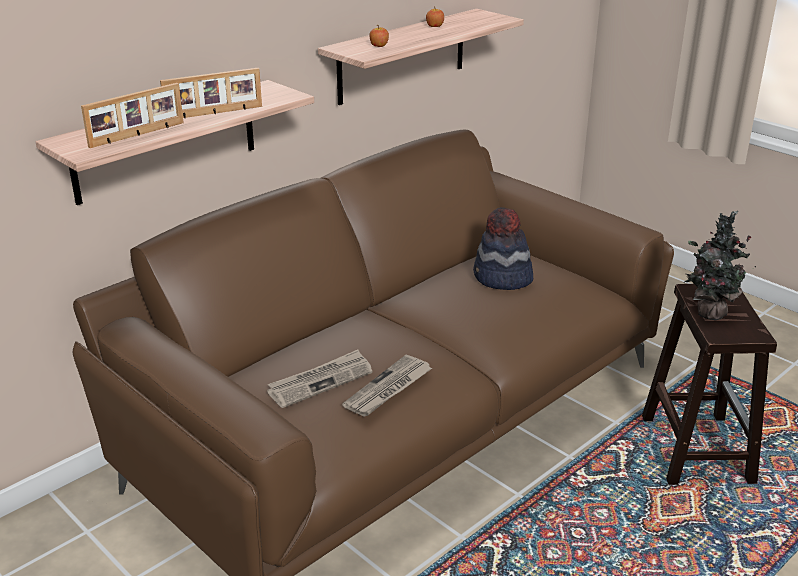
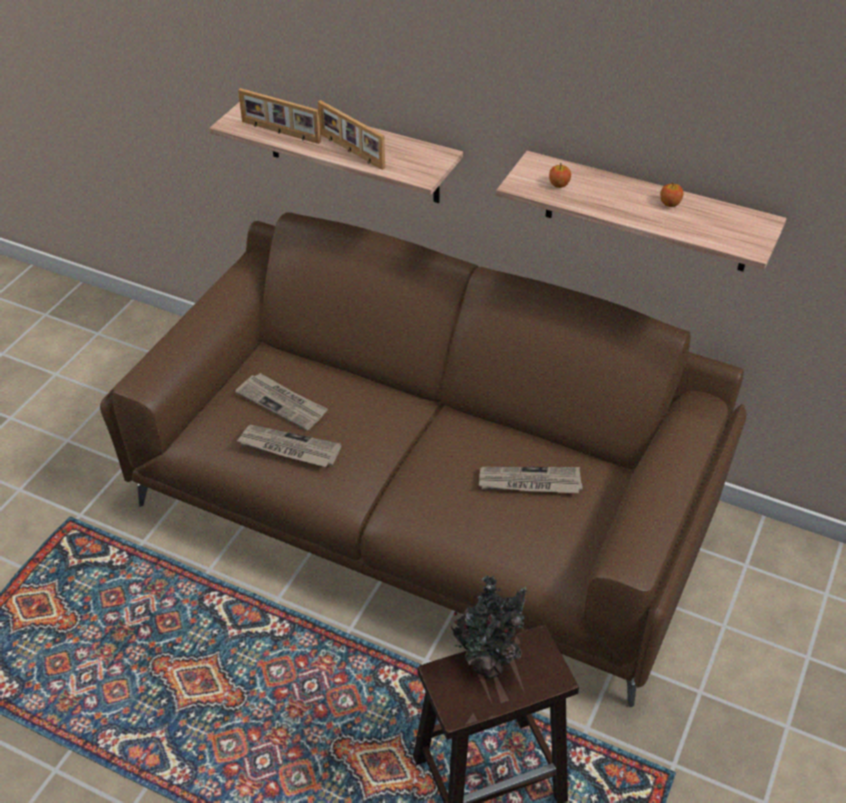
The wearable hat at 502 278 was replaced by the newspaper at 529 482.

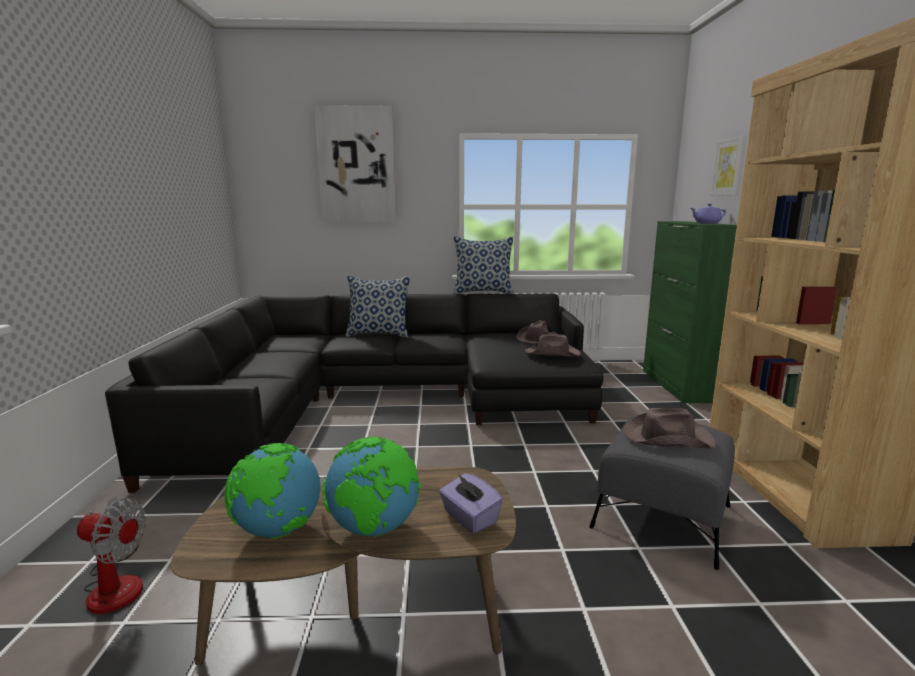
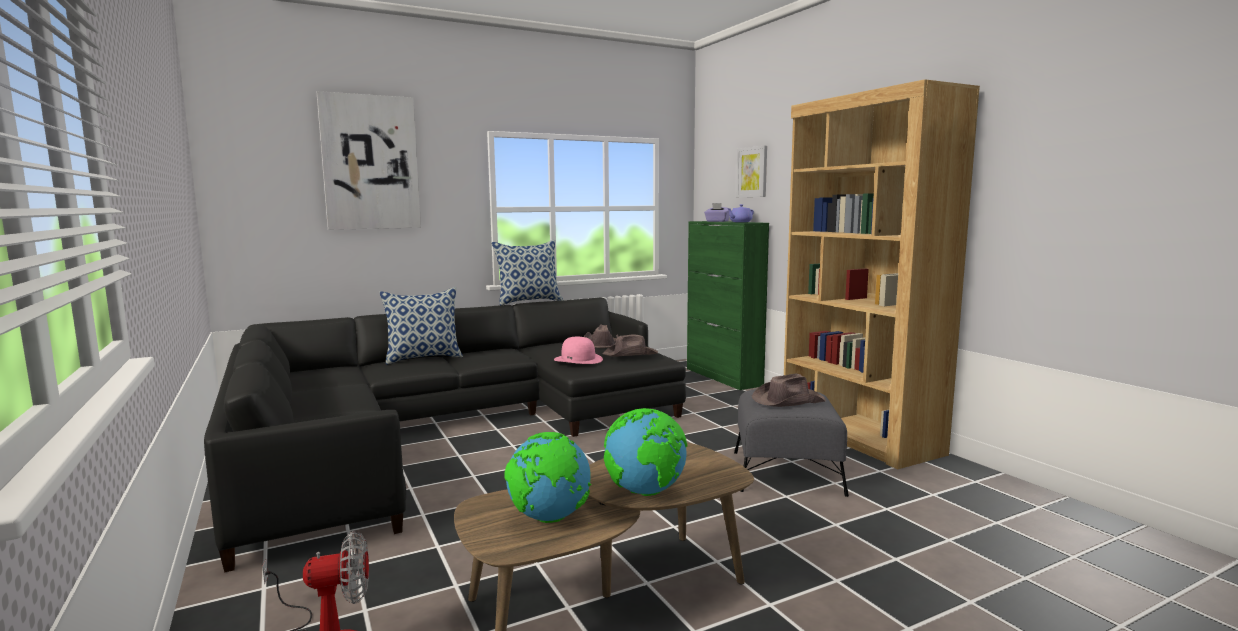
The tissue holder (purplish) moved from 469 518 to 717 221.
The wearable hat (pinkish) at 578 359 appeared.

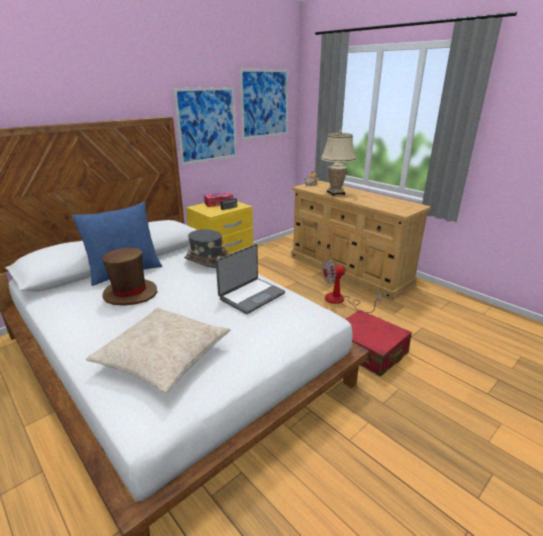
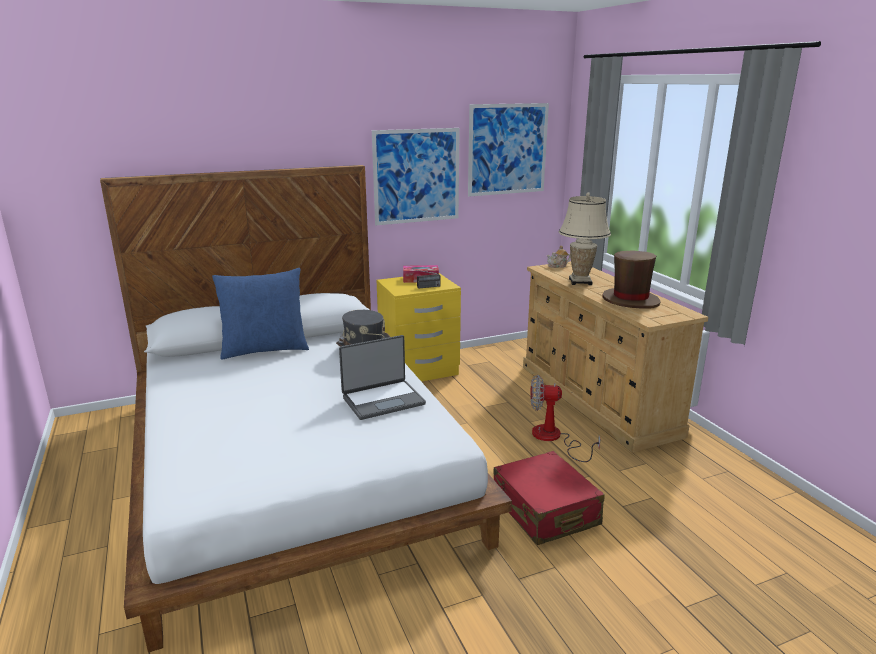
The throw pillow (beige) at 163 356 disappeared.
The wearable hat (brown-coloured) moved from 130 293 to 630 300.

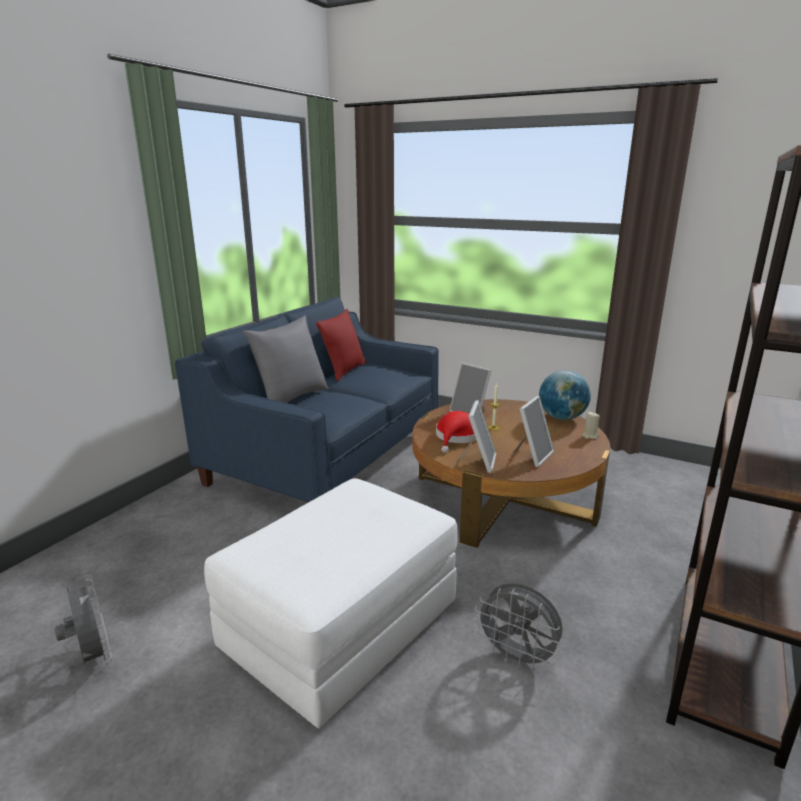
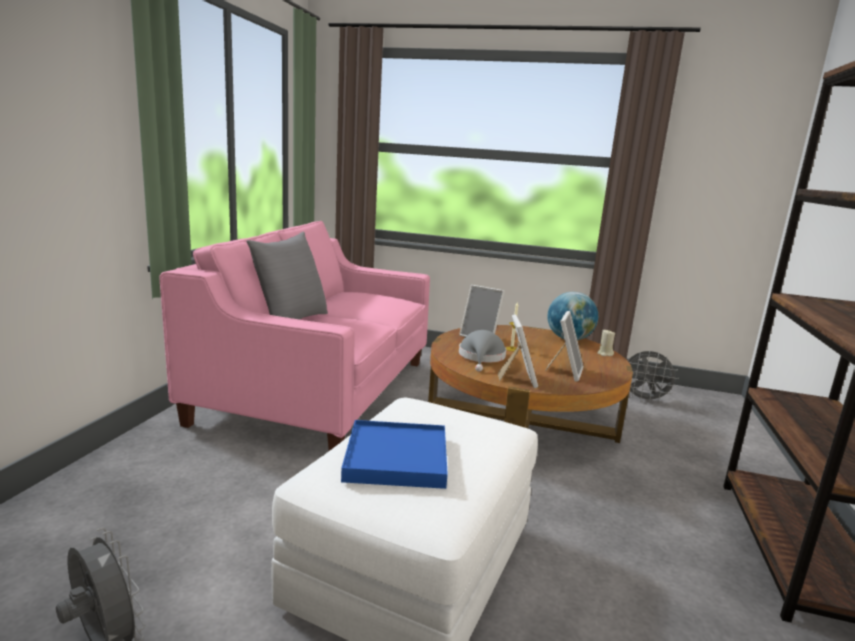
The couch (blue) at 327 456 became the couch (pinkish) at 319 390.
The throw pillow (reddish) at 344 371 disappeared.
The wearable hat (reddish) at 457 437 became the wearable hat (gray) at 481 357.
The electric fan (gray) moved from 517 657 to 644 399.
The serving tray (blue) at 396 458 appeared.

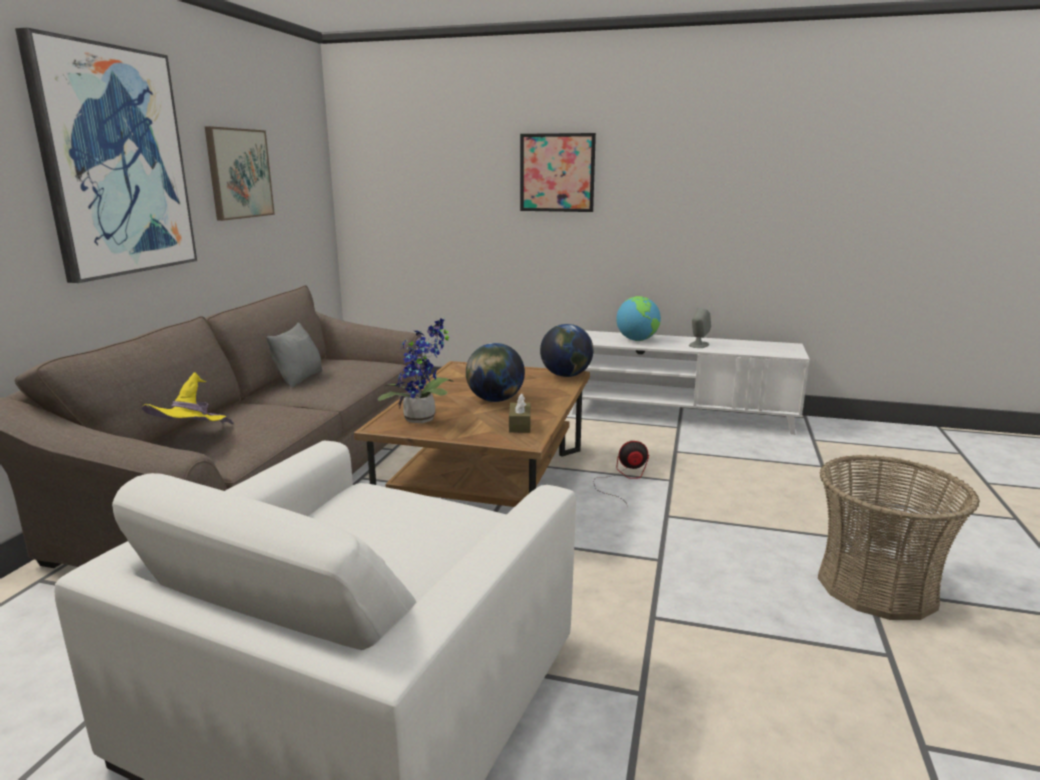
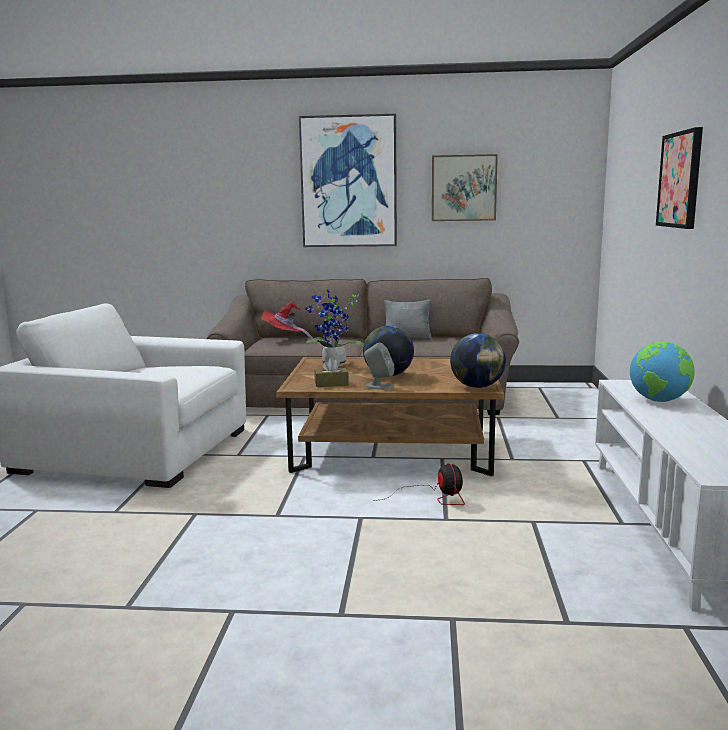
The wearable hat (yellowish) at 193 440 became the wearable hat (reddish) at 284 339.
The audio speaker (gray) moved from 698 345 to 379 386.
The household basket at 876 586 disappeared.

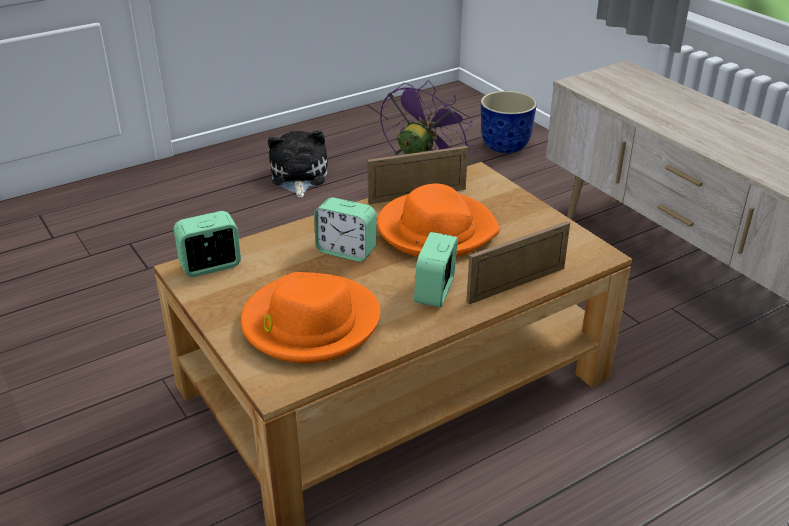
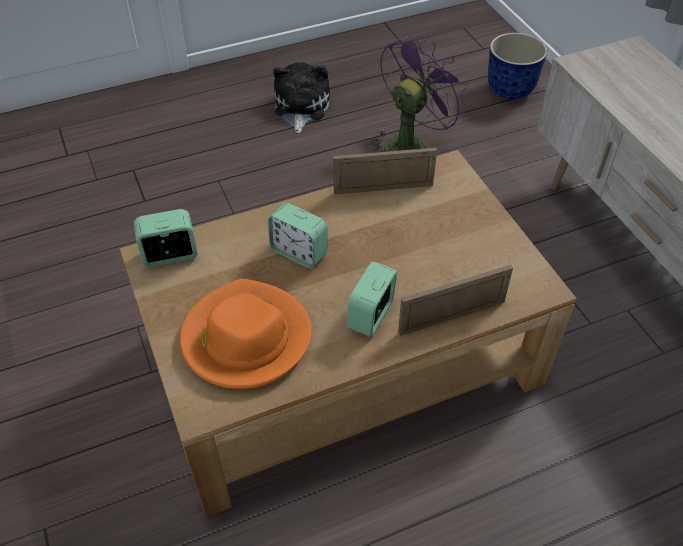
The wearable hat (orange-coloured) at 436 229 disappeared.

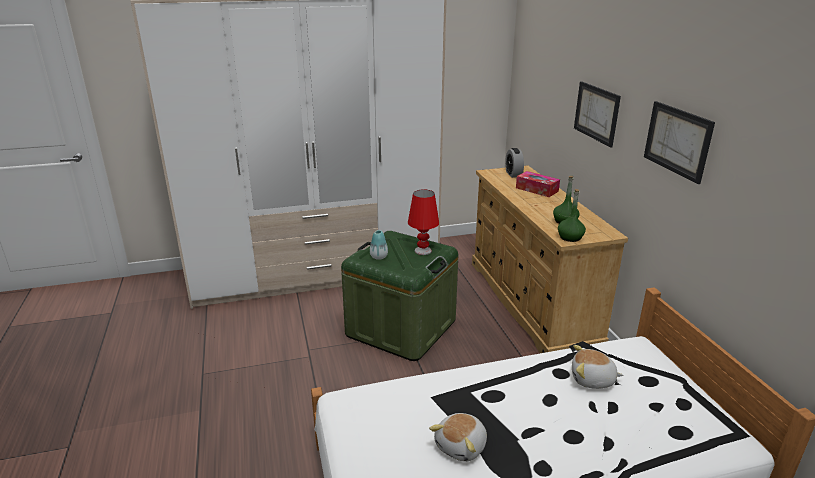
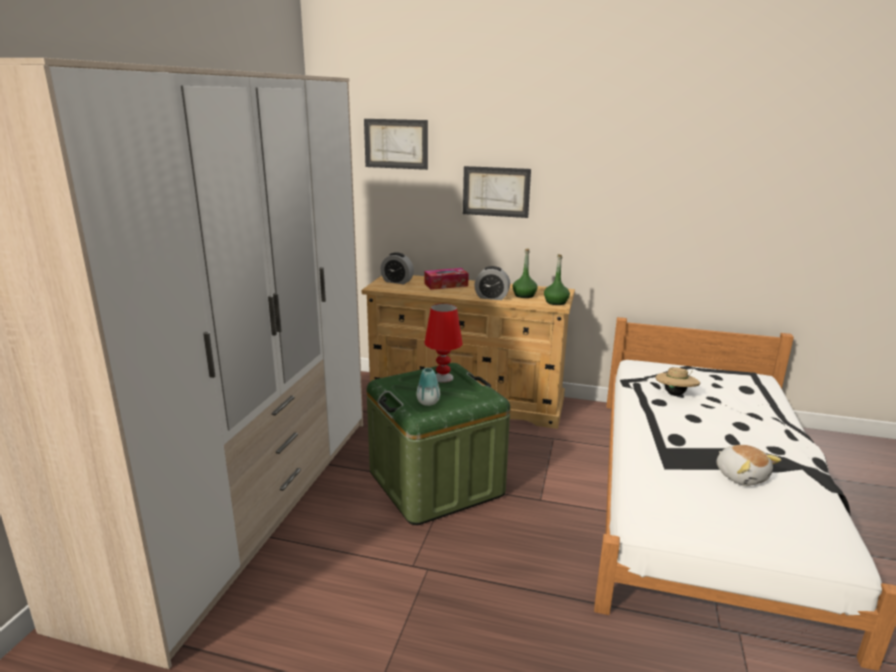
The cuddly toy at 592 380 was replaced by the wearable hat (beige) at 675 394.
The picture moved from 677 140 to 396 144.
The alarm clock at 491 297 appeared.

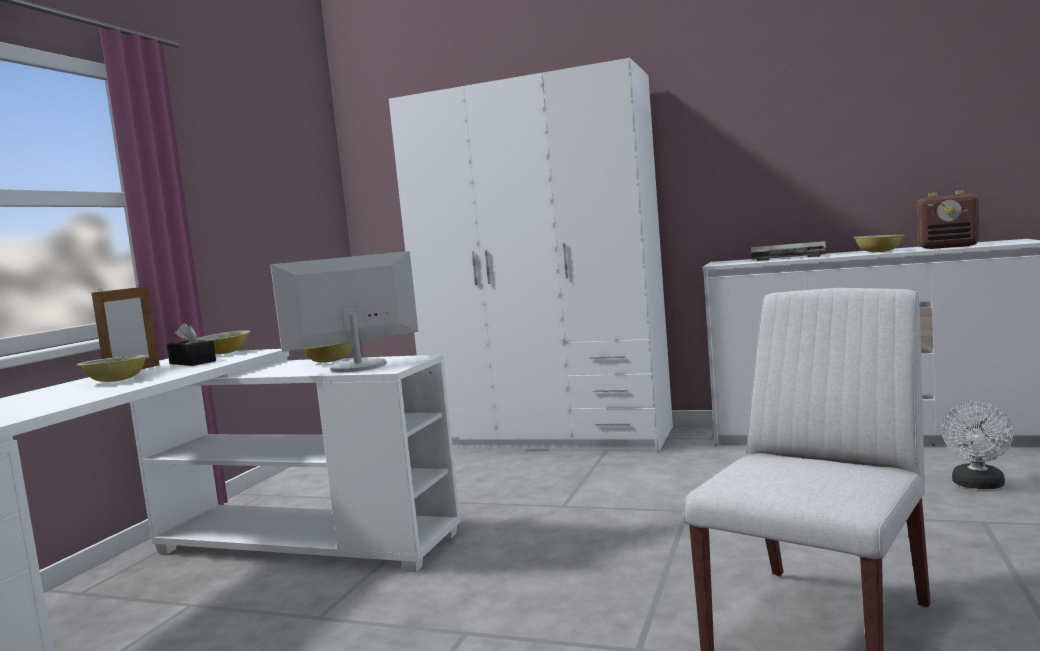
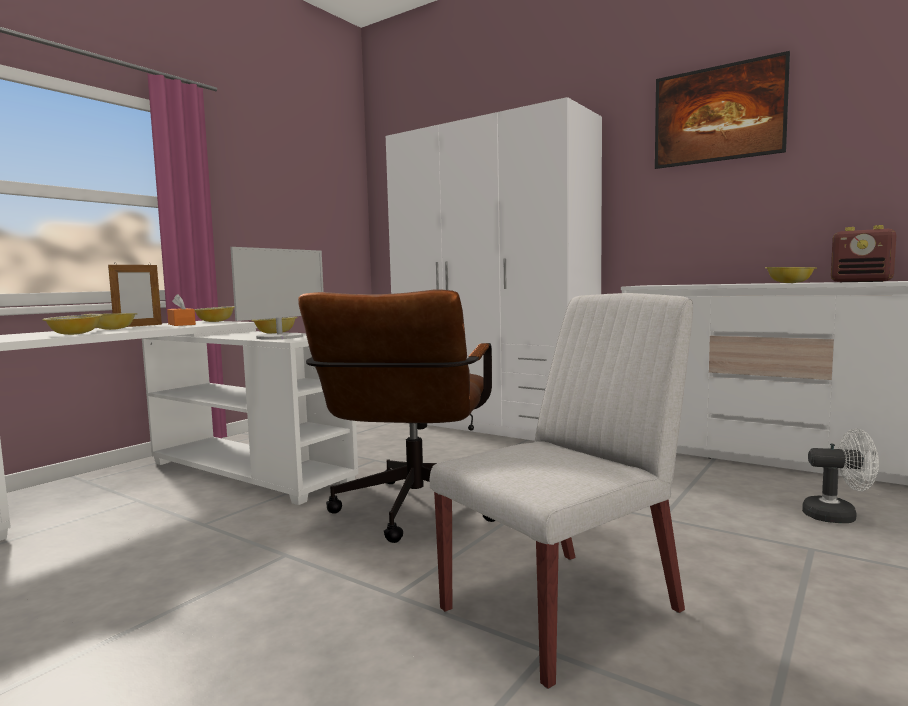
The tissue holder (blackish) at 192 362 became the tissue holder (orange-coloured) at 181 324.
The computer display at 357 366 turned 135 degrees clockwise.
The computer keyboard at 787 258 disappeared.
The electric fan (white-coloured) at 978 485 turned 120 degrees counterclockwise.
The deep dish at 75 334 appeared.
The desk chair (brown-coloured) at 411 514 appeared.
The picture at 717 137 appeared.

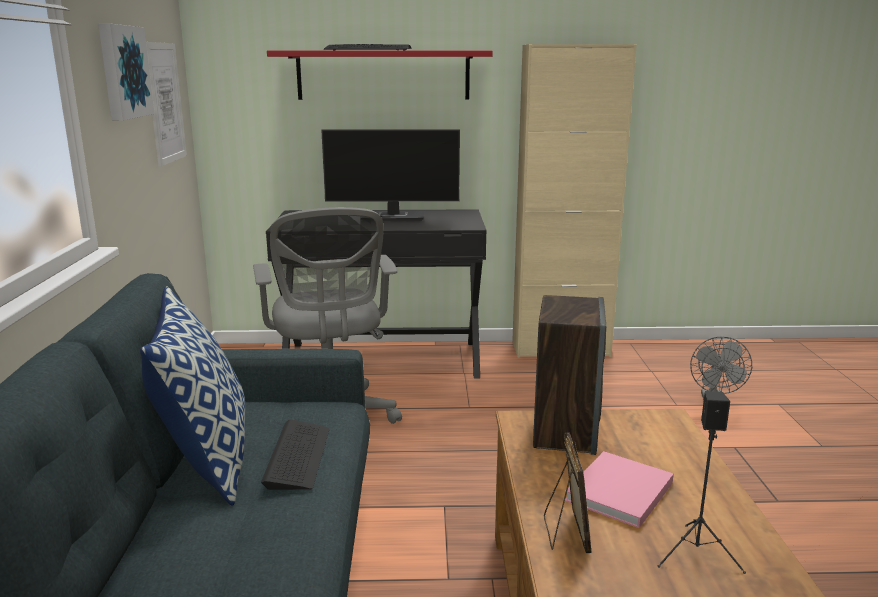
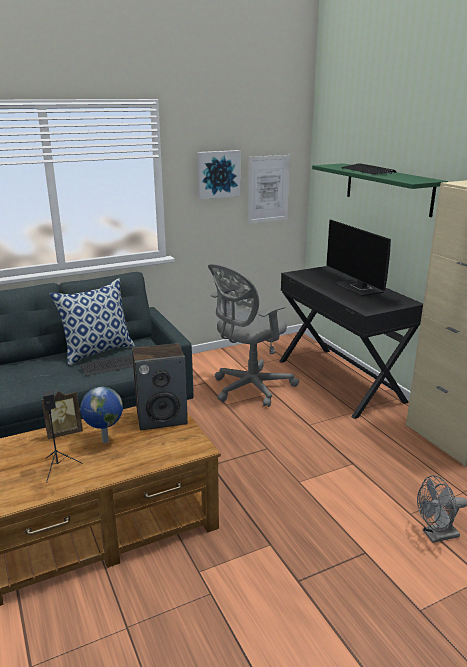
The bracket shelf (reddish) at 383 75 became the bracket shelf (greenish) at 388 188.
The volume (pinkish) at 618 493 was replaced by the globe at 104 441.

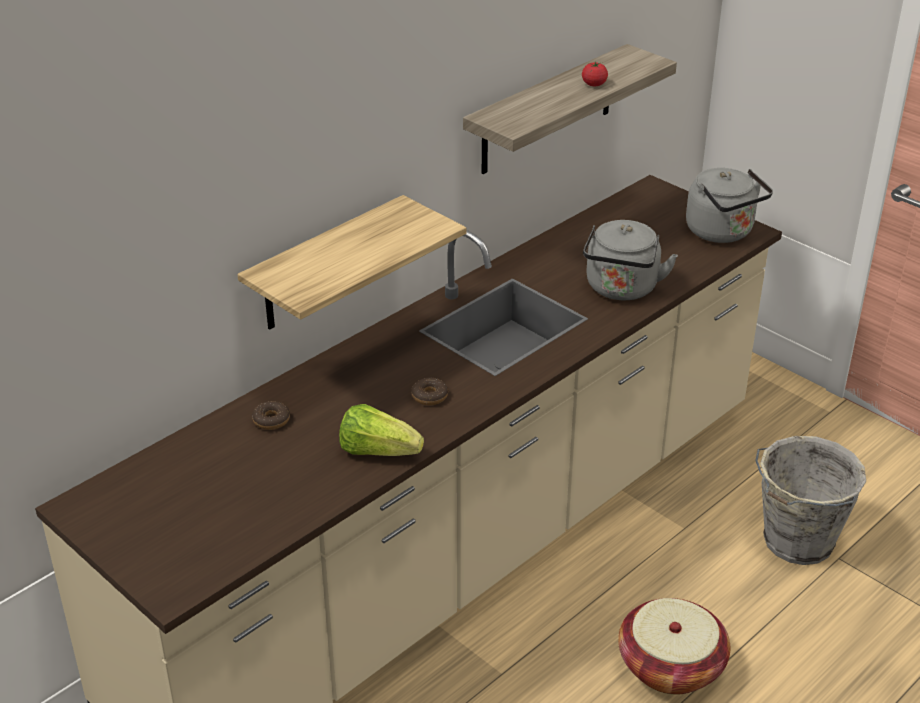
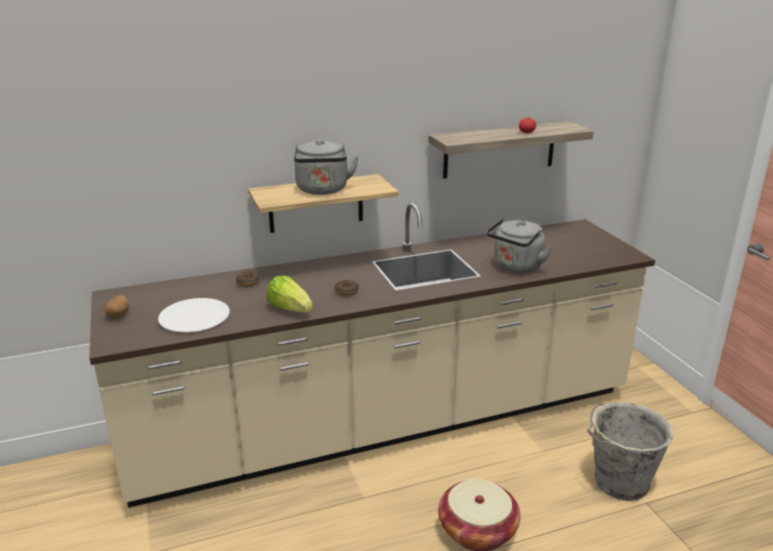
The tea kettle (gray) moved from 722 232 to 322 190.
The potato at 119 315 appeared.
The plate (white-coloured) at 194 317 appeared.

